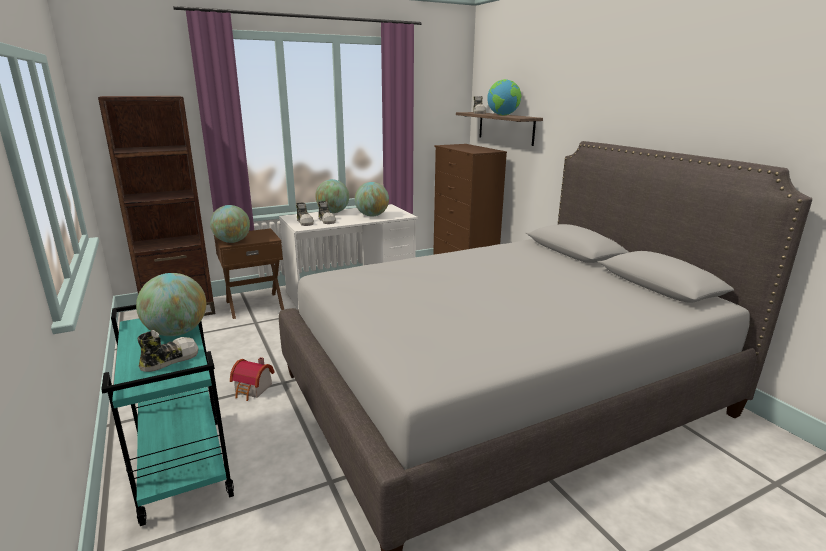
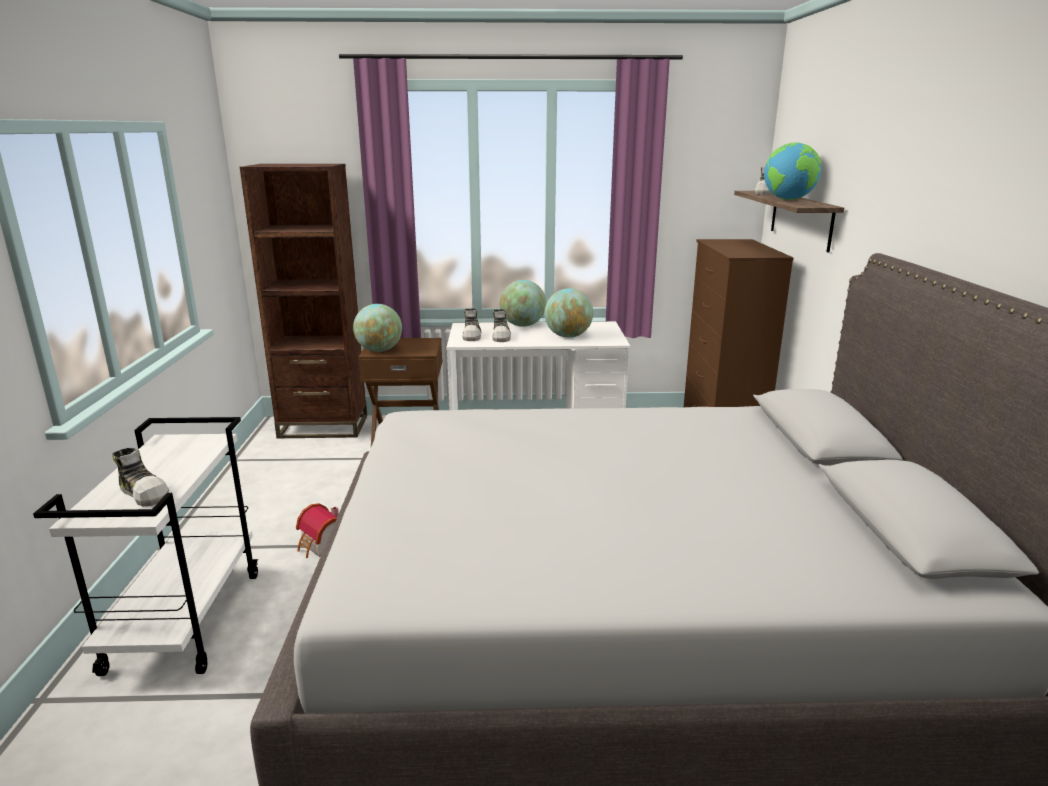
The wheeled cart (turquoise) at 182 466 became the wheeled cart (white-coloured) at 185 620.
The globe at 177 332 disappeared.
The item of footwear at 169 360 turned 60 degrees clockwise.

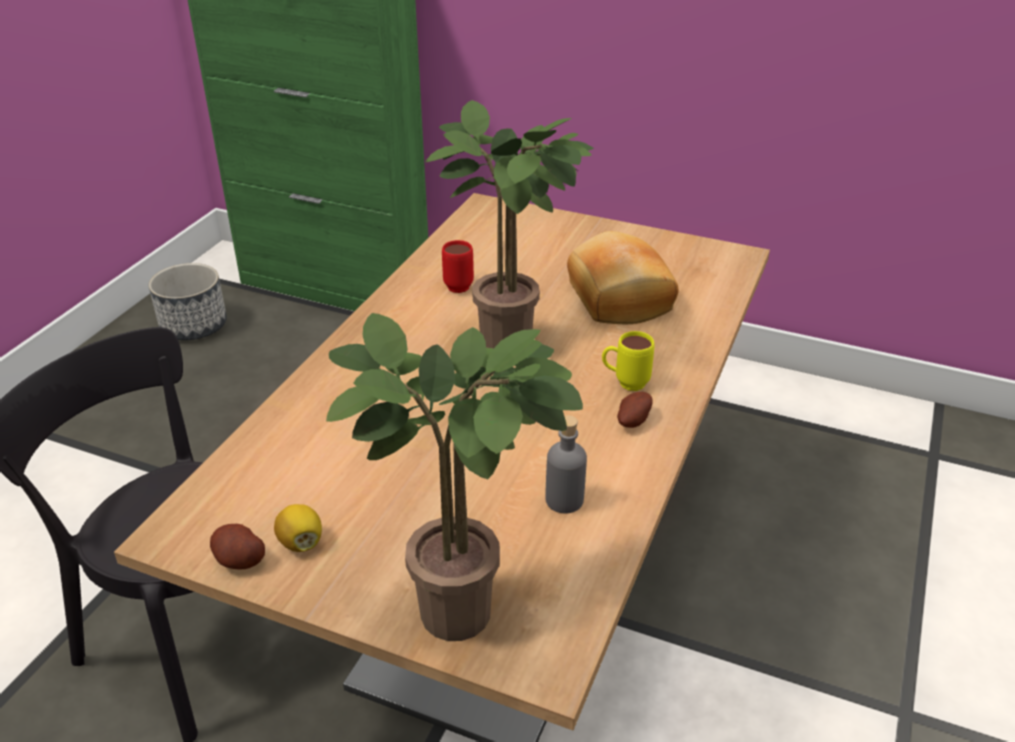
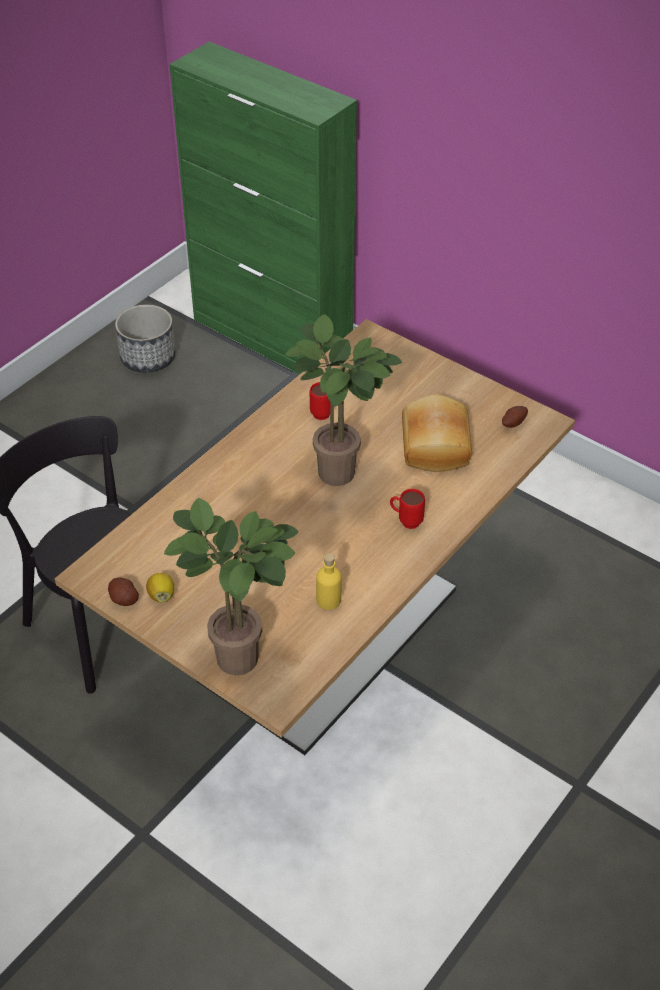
The beverage bottle (gray) at 564 500 became the beverage bottle (yellowish) at 328 600.
The mug (yellowish) at 625 383 became the mug (reddish) at 406 521.
The potato moved from 632 420 to 513 422.

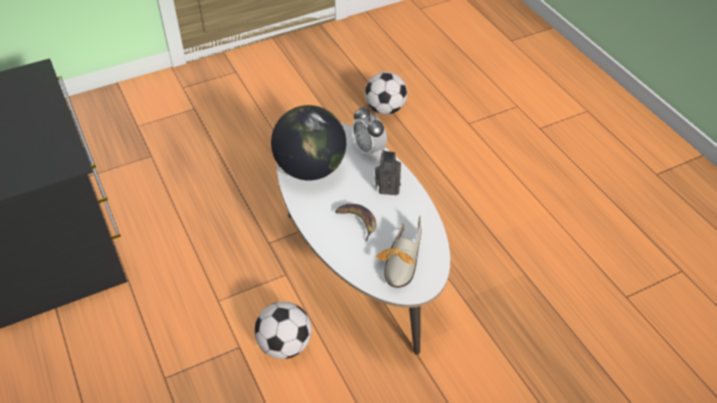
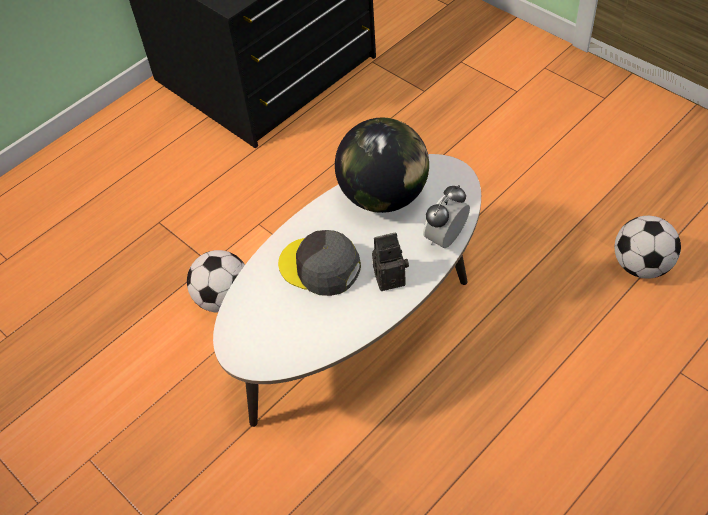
The banana at 358 221 was replaced by the peaked cap (gray) at 320 267.
The item of footwear at 401 263 disappeared.

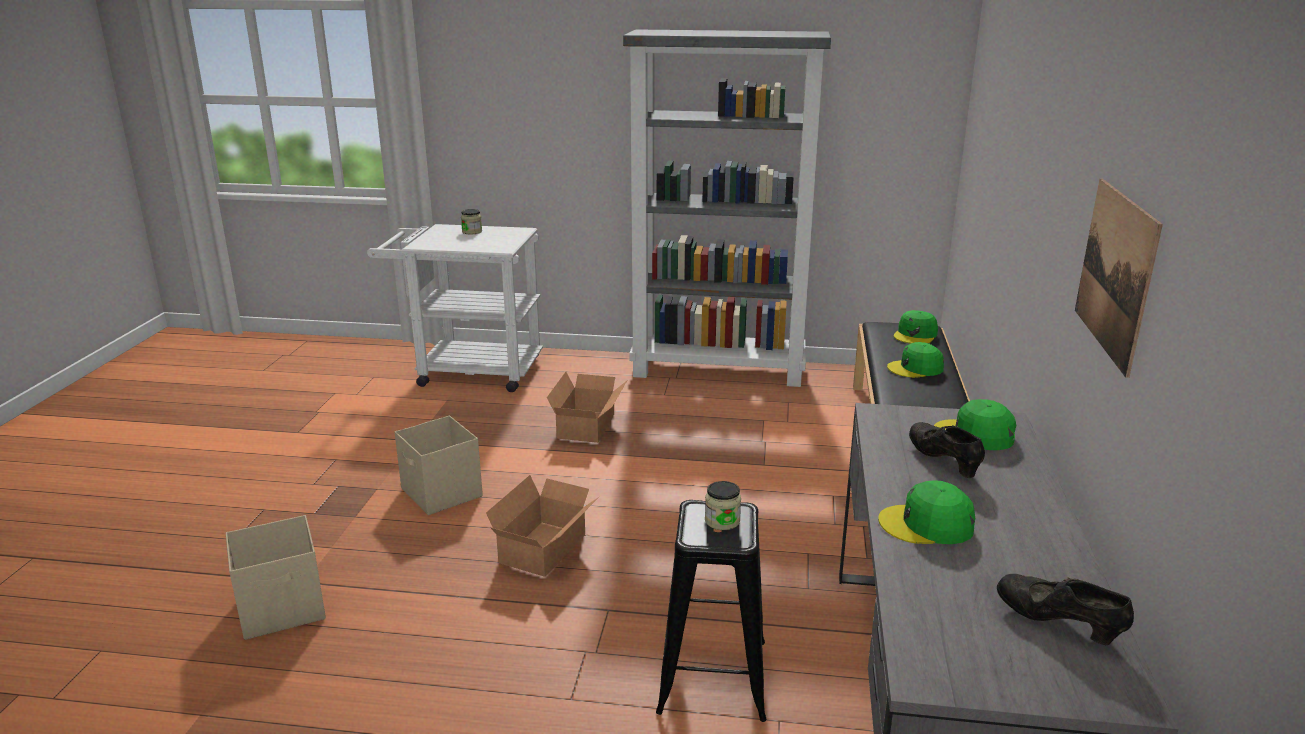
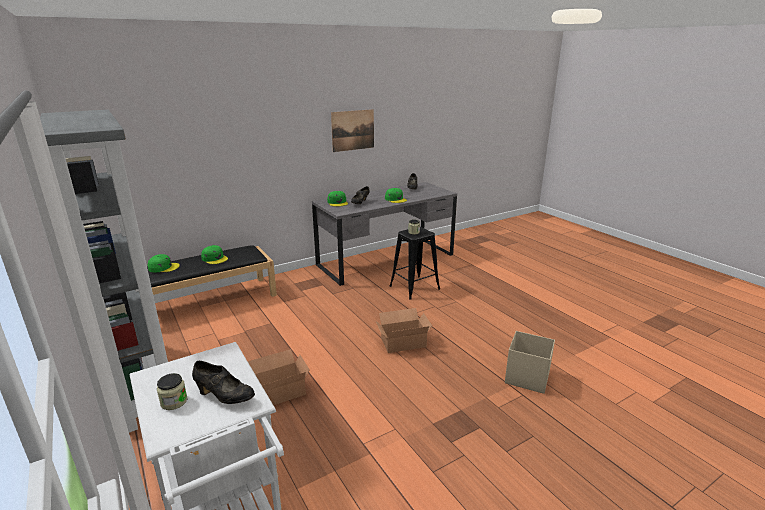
The storage container (beige) at 441 494 disappeared.
The item of footwear (blackish) at 224 396 appeared.

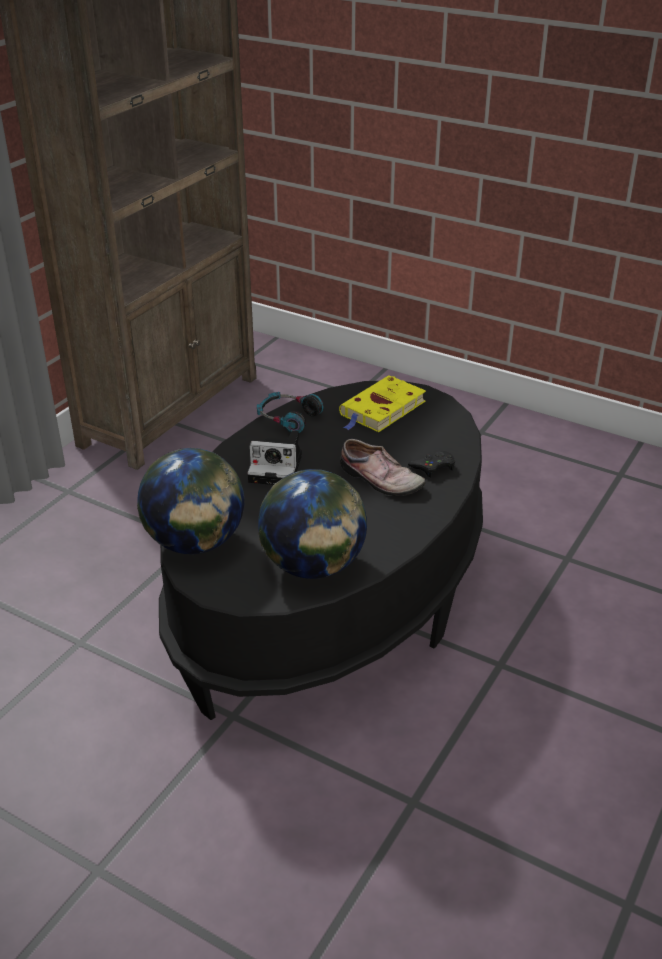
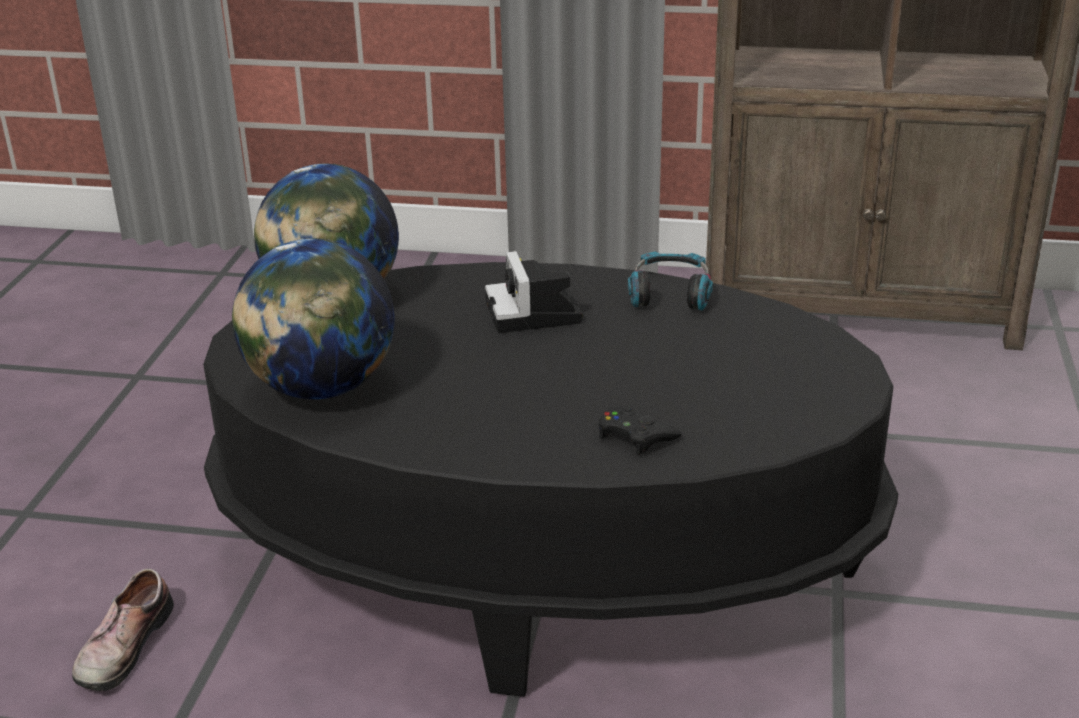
The volume (yellowish) at 381 409 disappeared.
The item of footwear moved from 379 480 to 121 646.

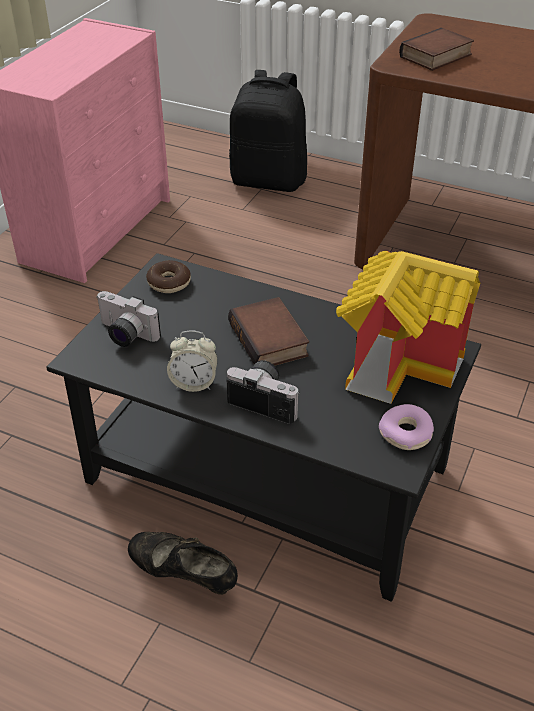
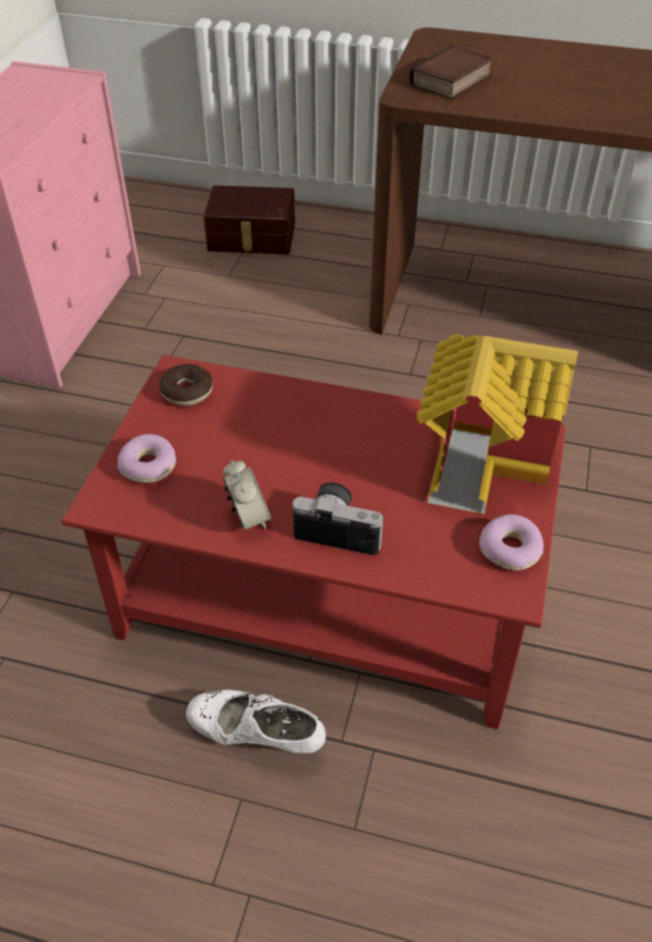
The coffee table (blackish) at 270 475 became the coffee table (reddish) at 329 597.
The still camera at 124 335 was replaced by the donut at 149 466.
The item of footwear (blackish) at 183 576 became the item of footwear (white-coloured) at 256 737.
The alarm clock at 194 383 turned 105 degrees counterclockwise.
The volume at 271 340 disappeared.
The rucksack (blackish) at 269 180 was replaced by the storage container (brown-coloured) at 251 237.

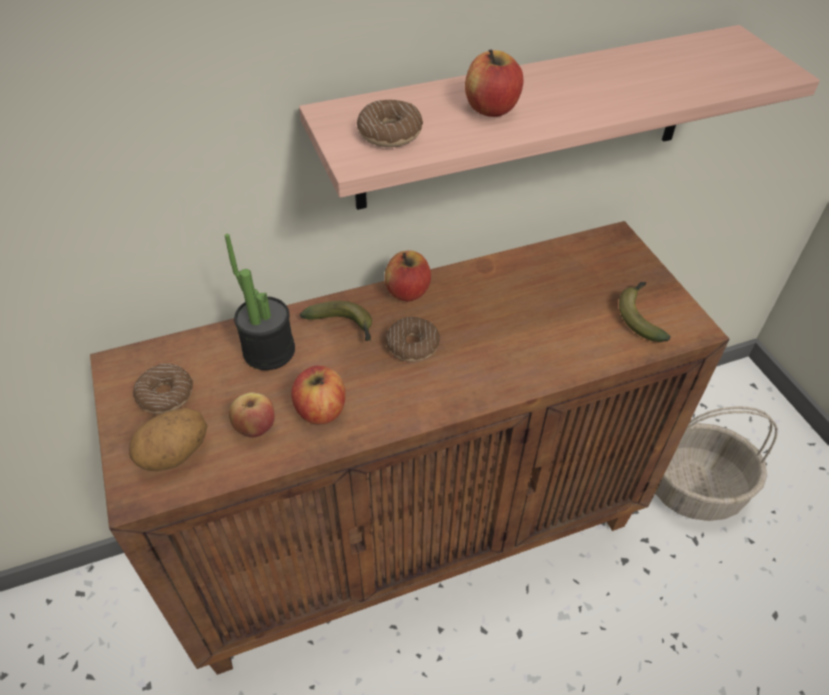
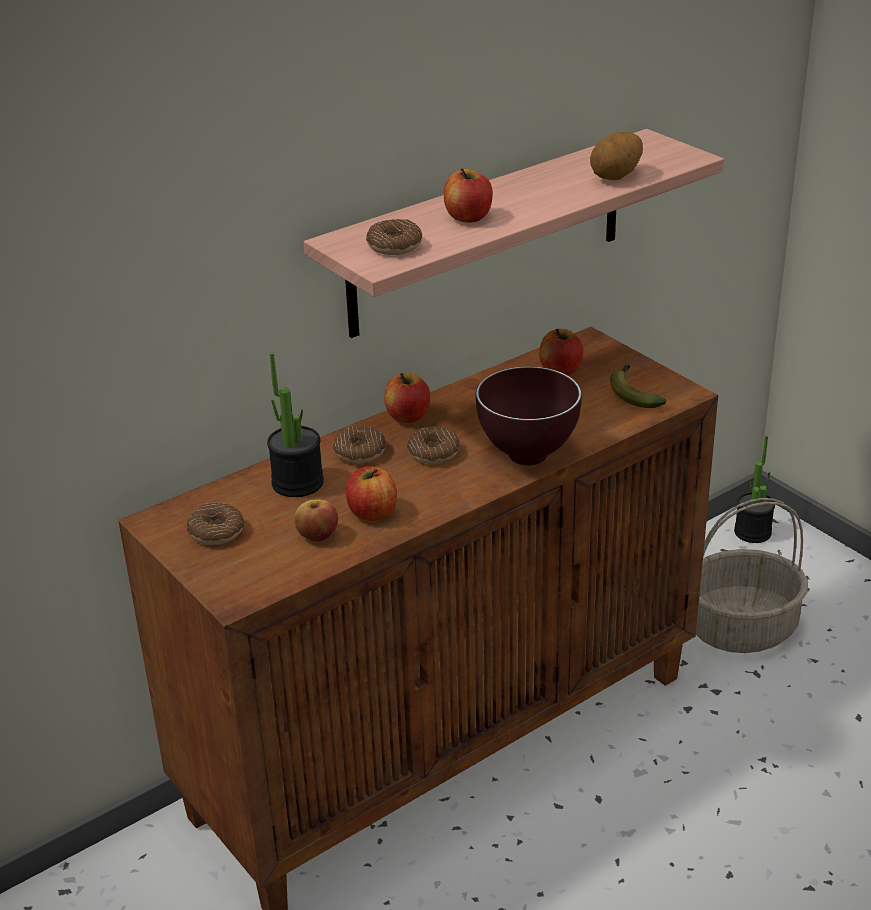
The potato moved from 175 455 to 616 176.
The banana at 343 326 was replaced by the donut at 360 452.
The deep dish (brown-coloured) at 530 458 appeared.
The apple fruit at 560 370 appeared.
The potted plant at 752 532 appeared.

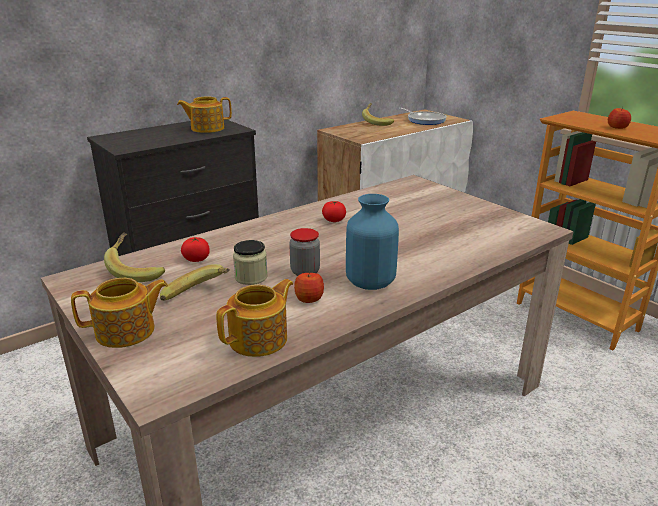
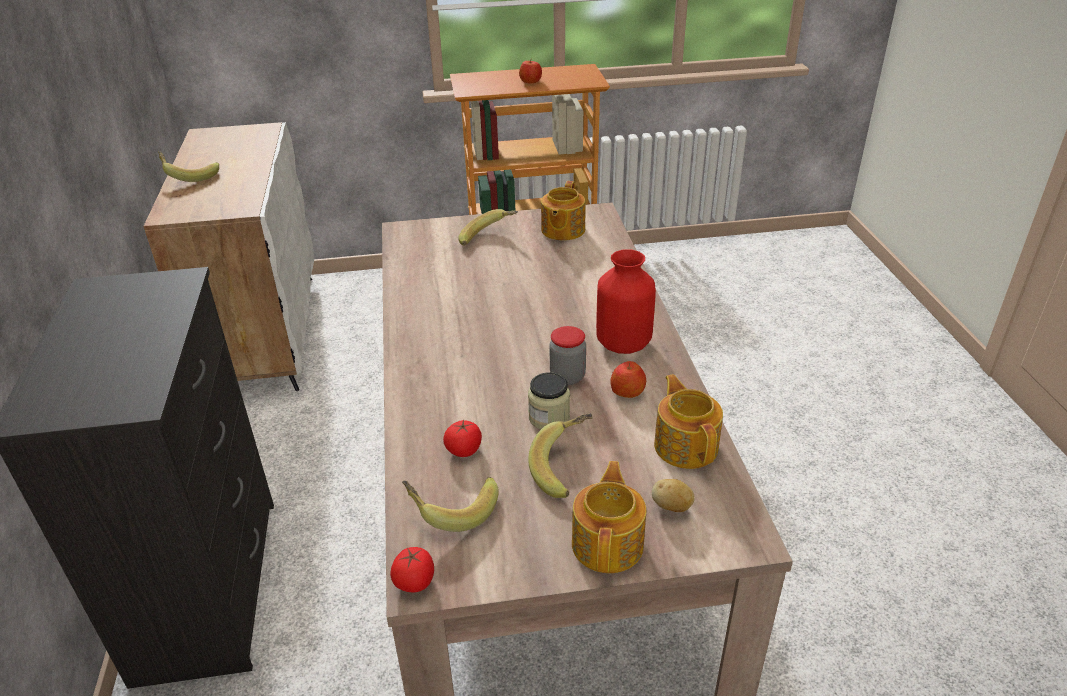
The tea pot moved from 206 128 to 562 230.
The fresh tomato moved from 334 220 to 414 581.
The decorative vase (blue) at 370 282 became the decorative vase (reddish) at 622 343.
The skillet at 424 120 disappeared.
The banana at 489 239 appeared.
The potato at 671 507 appeared.

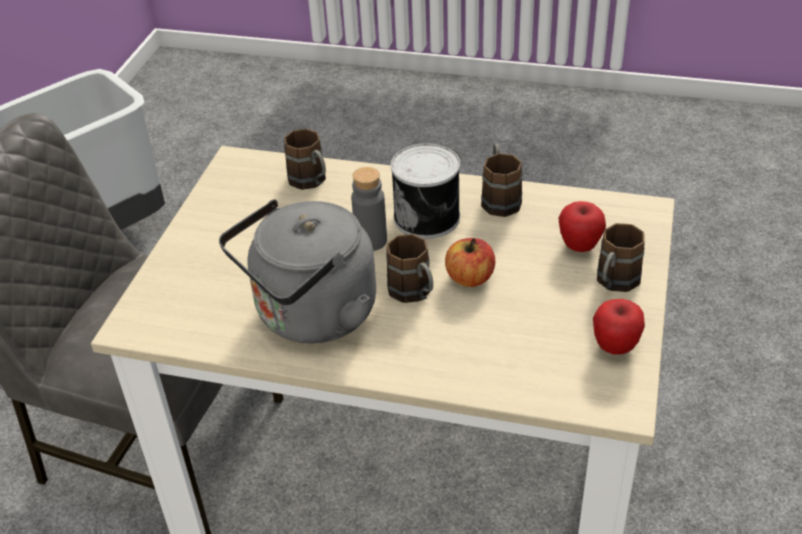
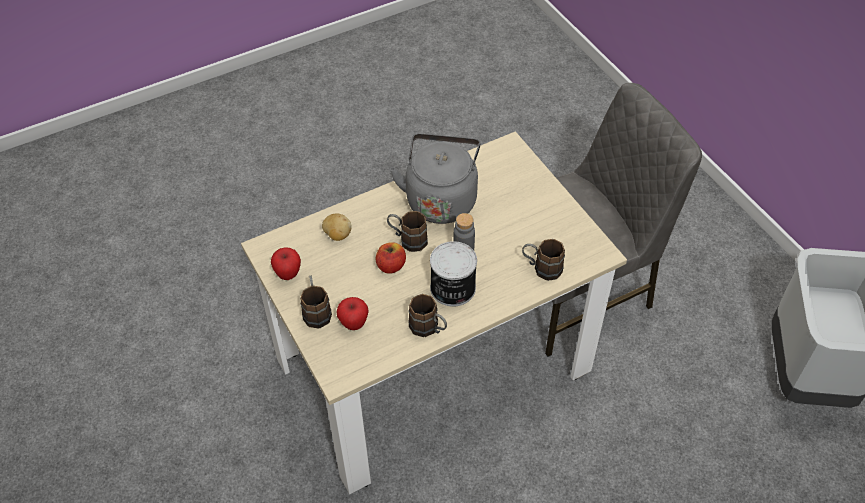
The potato at 337 235 appeared.

